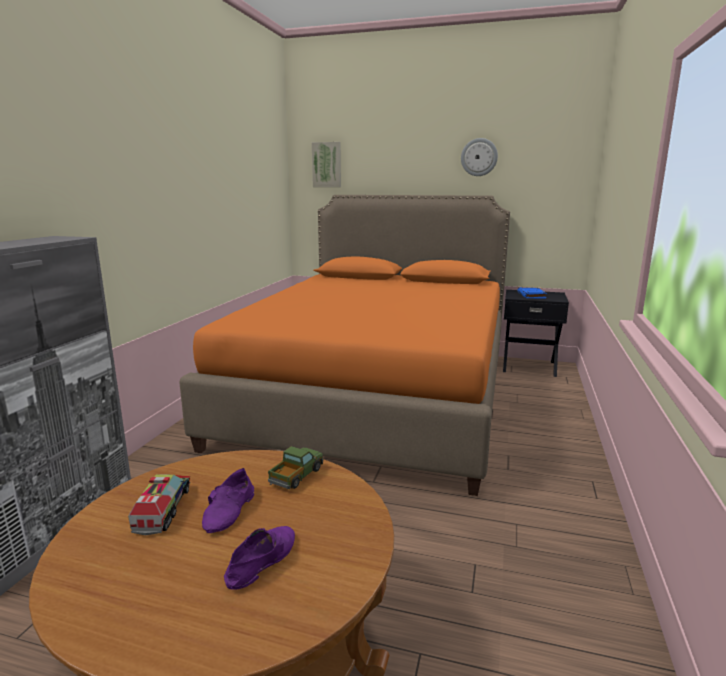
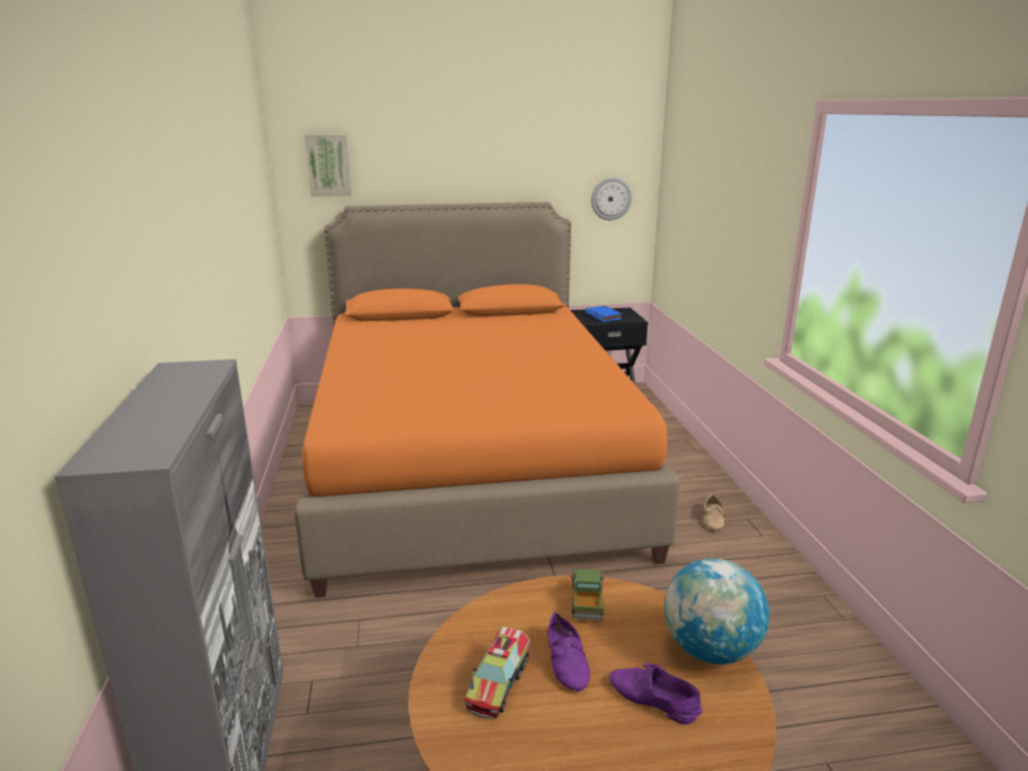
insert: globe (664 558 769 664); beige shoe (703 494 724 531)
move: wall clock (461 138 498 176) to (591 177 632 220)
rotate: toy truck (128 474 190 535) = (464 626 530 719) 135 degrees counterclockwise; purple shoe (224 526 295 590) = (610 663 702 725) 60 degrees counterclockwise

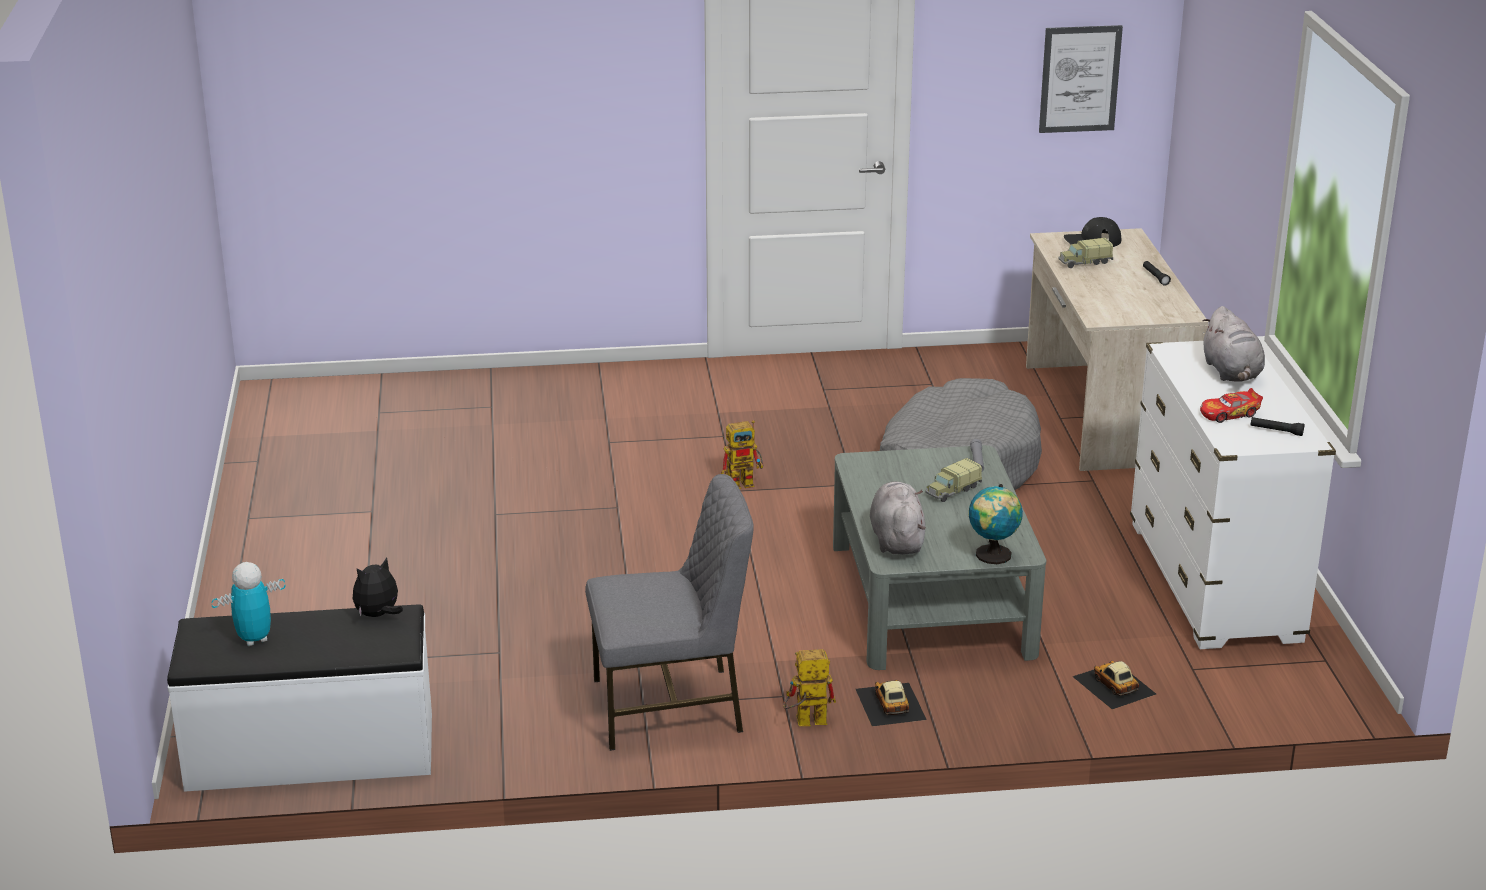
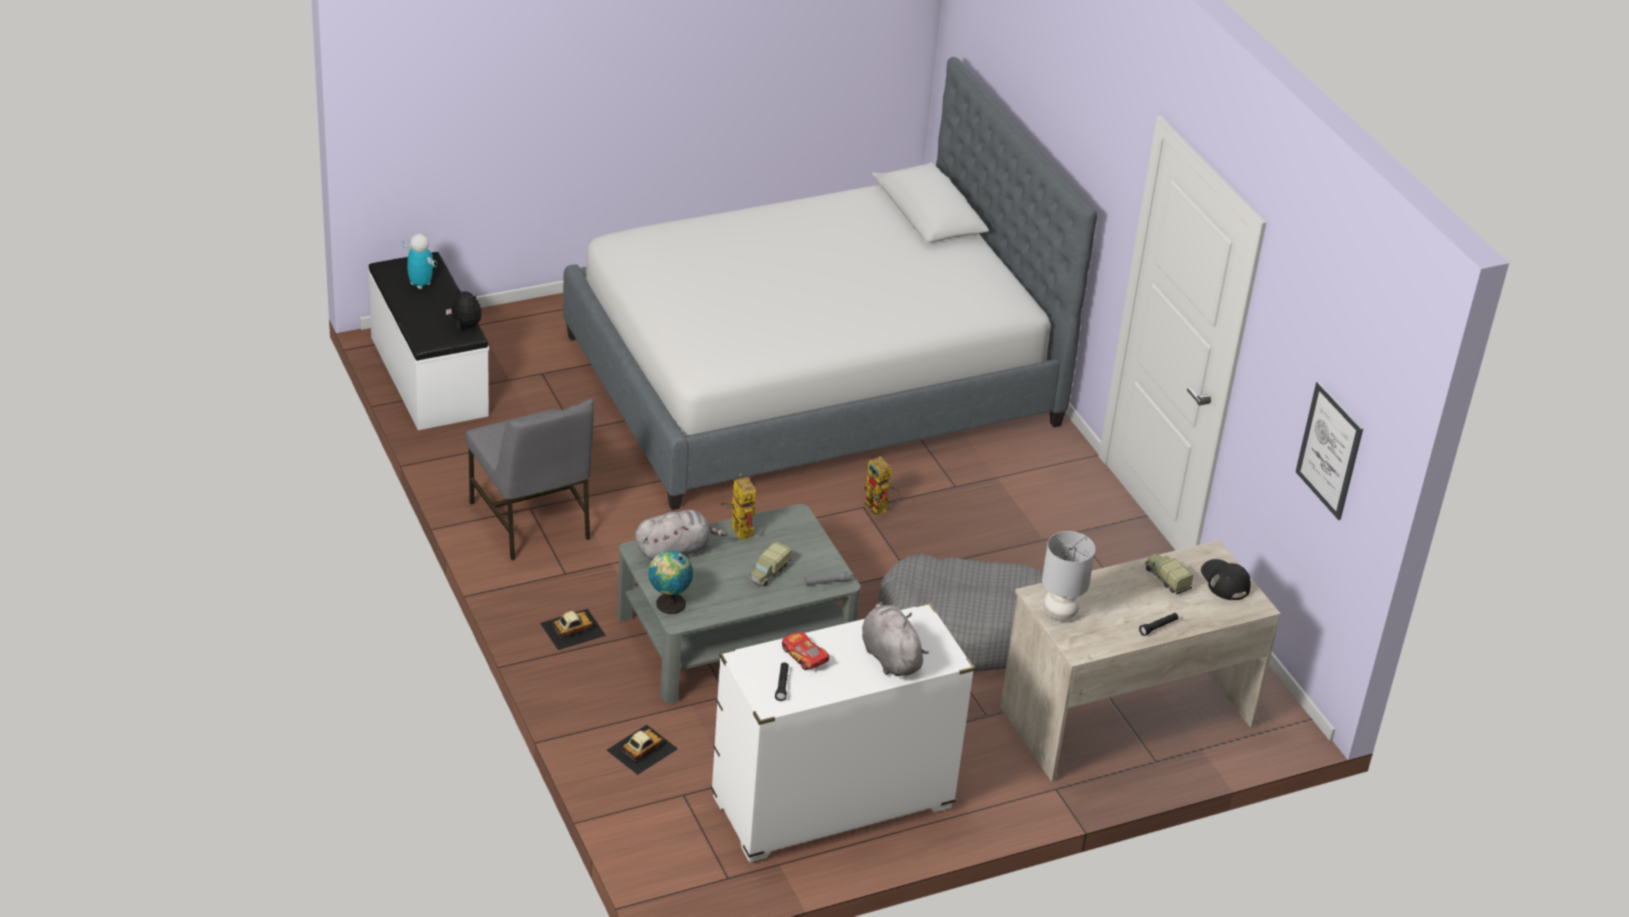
insert: bed (563 57 1097 510); grey table lamp (1042 531 1095 621)
move: toy robot (783 649 836 726) to (720 473 756 540)
rotate: toy truck (925 458 982 502) = (748 542 791 587) 90 degrees counterclockwise; grey plush toy (1202 306 1265 382) = (862 602 929 676) 90 degrees clockwise

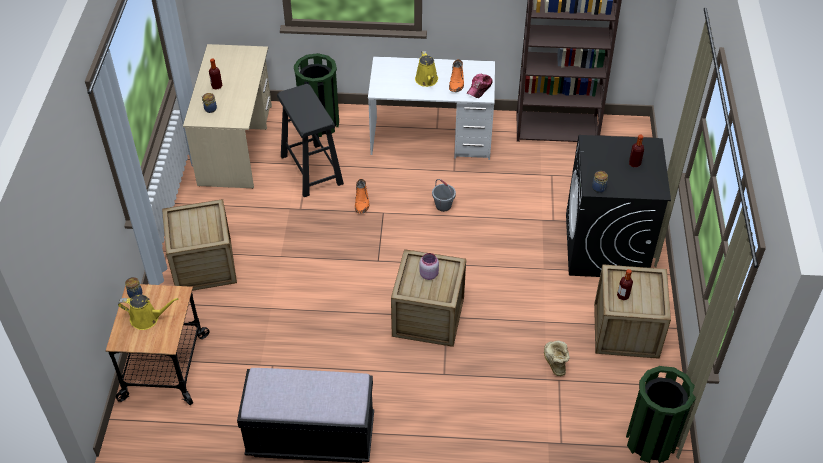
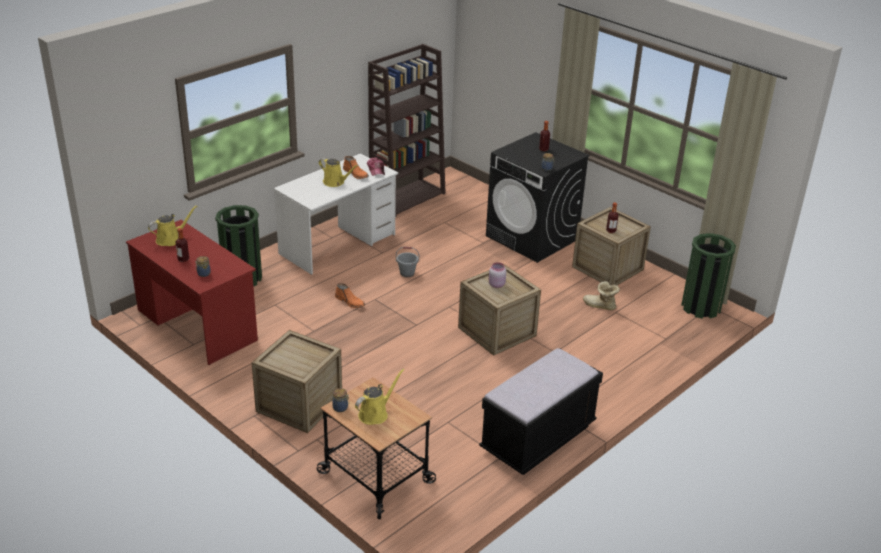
delete: black stool (277 84 344 197)
insert: yellow watering can (148 205 197 246)
recolor: beige desk (183 44 272 189) to red desk (126 220 258 365)

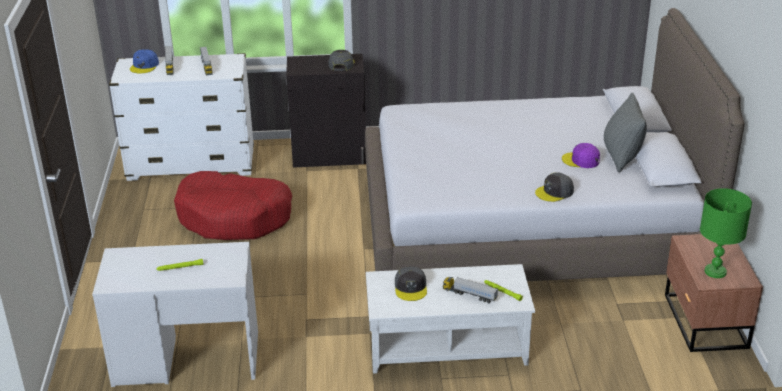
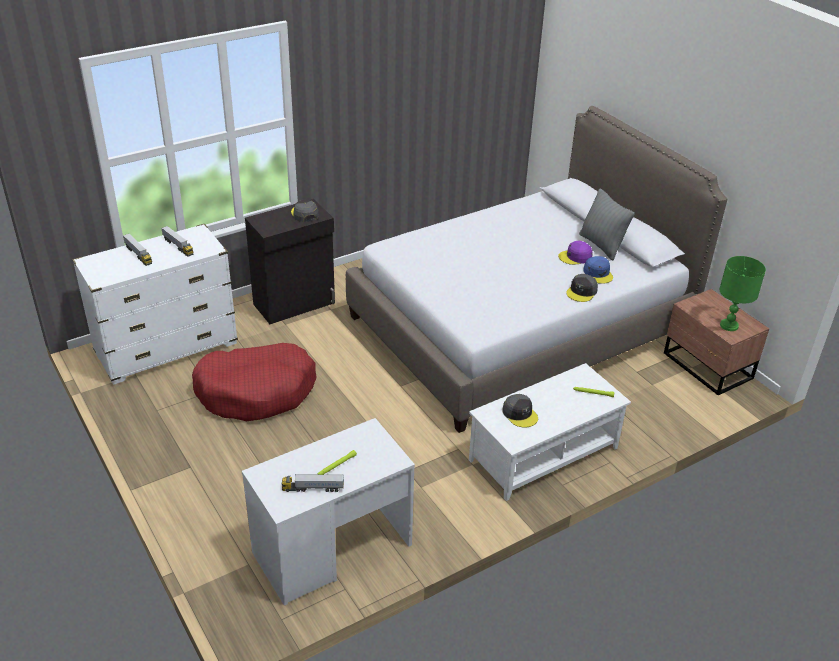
move: blue cap (130 49 159 73) to (583 256 613 284); toy truck (443 277 498 303) to (282 474 344 492)

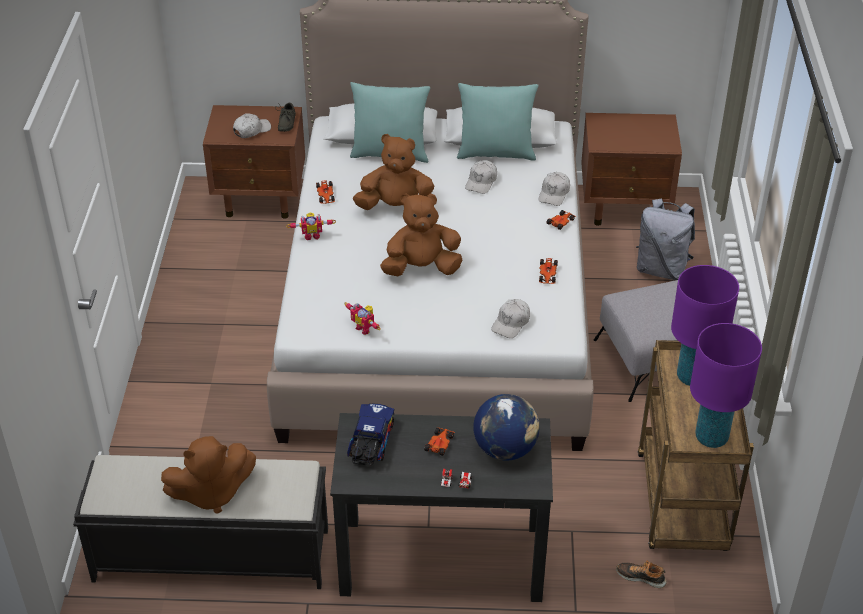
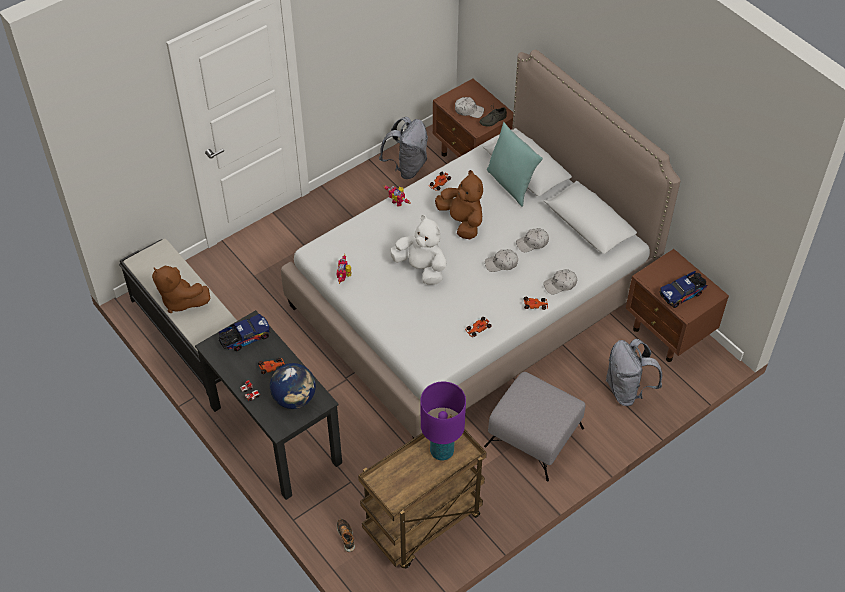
delete: turquoise pillow (457 83 538 161); purple table lamp (690 323 762 448)
insert: grey backpack (379 117 428 179); toy truck (660 271 707 308)
move: white cap (491 299 530 338) to (485 249 518 272)
recolor: brown plush toy (380 193 462 276) to white plush toy (390 215 446 285)

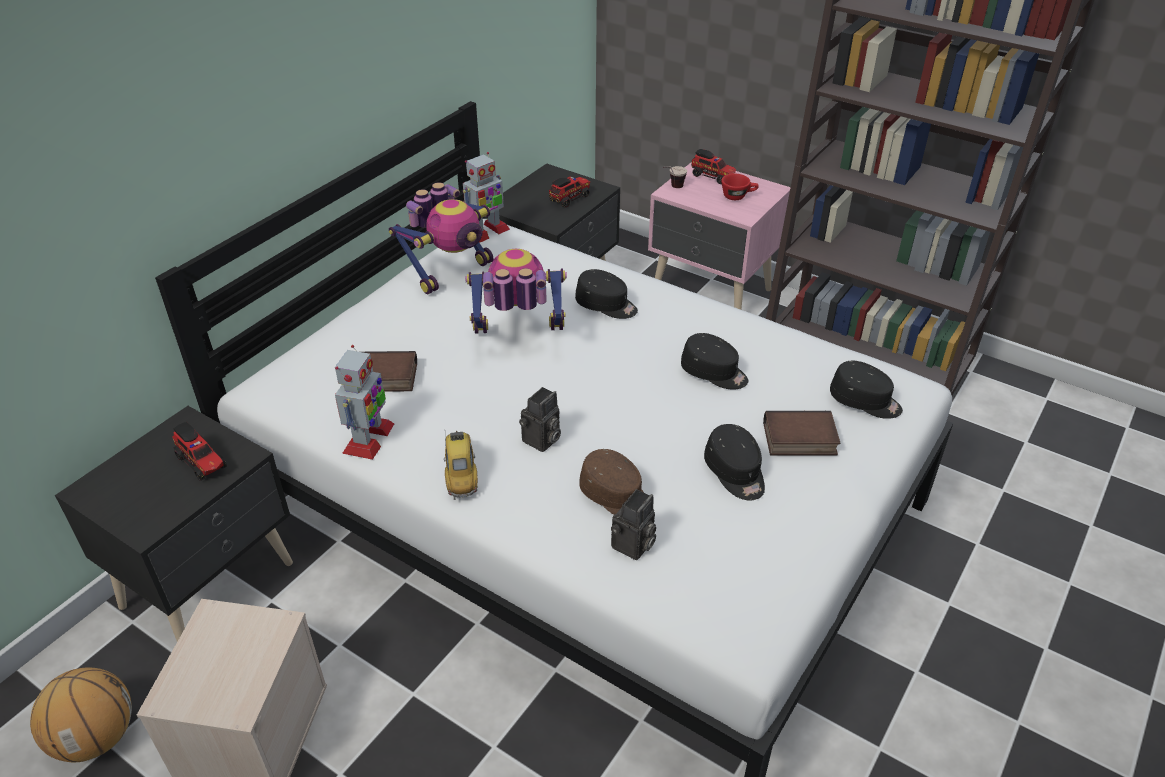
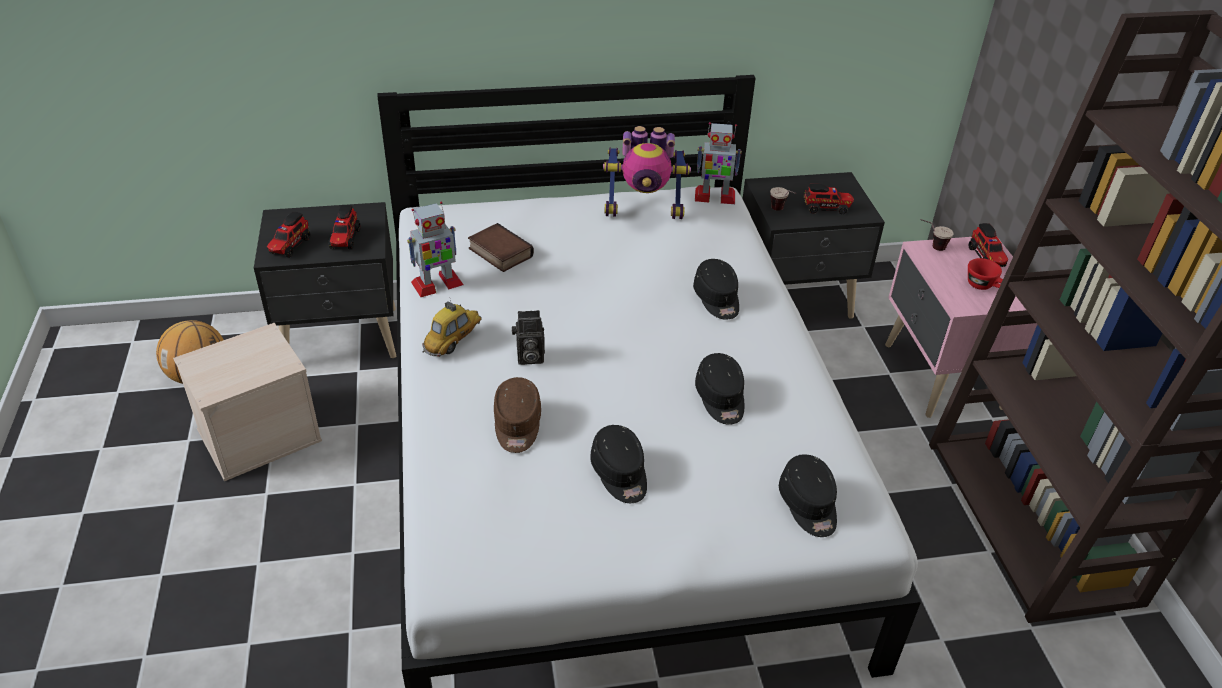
delete: toy robot (465 249 567 334); photo camera (611 489 656 560); book (763 411 840 455)
insert: toy truck (267 212 311 258); cup (770 187 796 211)
rotate: black cap (704 424 765 501) = (590 425 647 503) 45 degrees counterclockwise

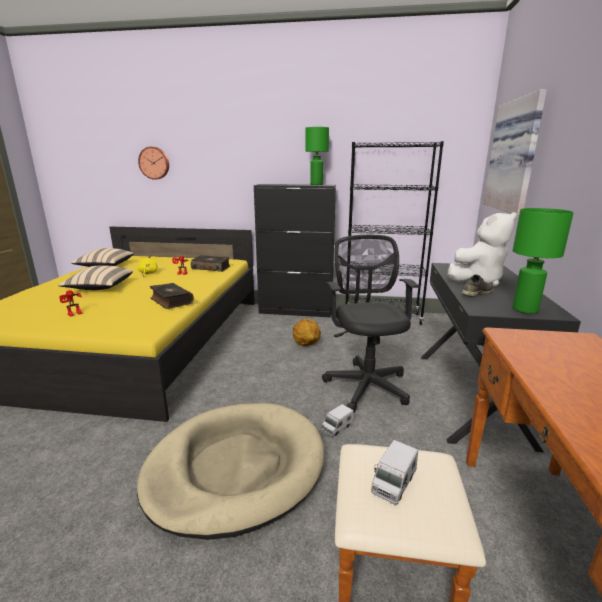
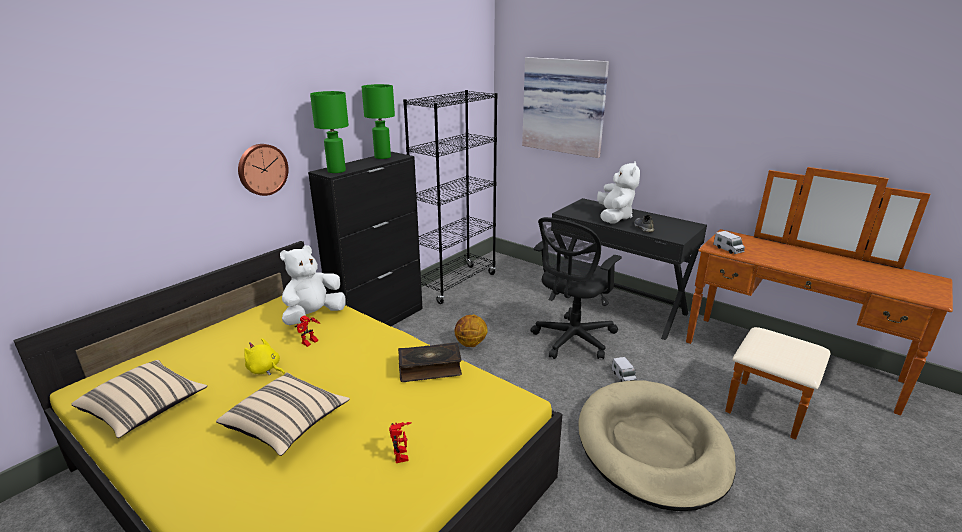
move: wall clock (138 147 169 180) to (238 144 289 196); toy truck (371 440 418 505) to (713 231 745 254); green table lamp (512 208 574 314) to (310 91 349 173)
replace: book (191 255 230 272) to white plush toy (280 245 346 325)
rotate: black office chair (322 235 420 414) = (530 217 622 359) 75 degrees counterclockwise

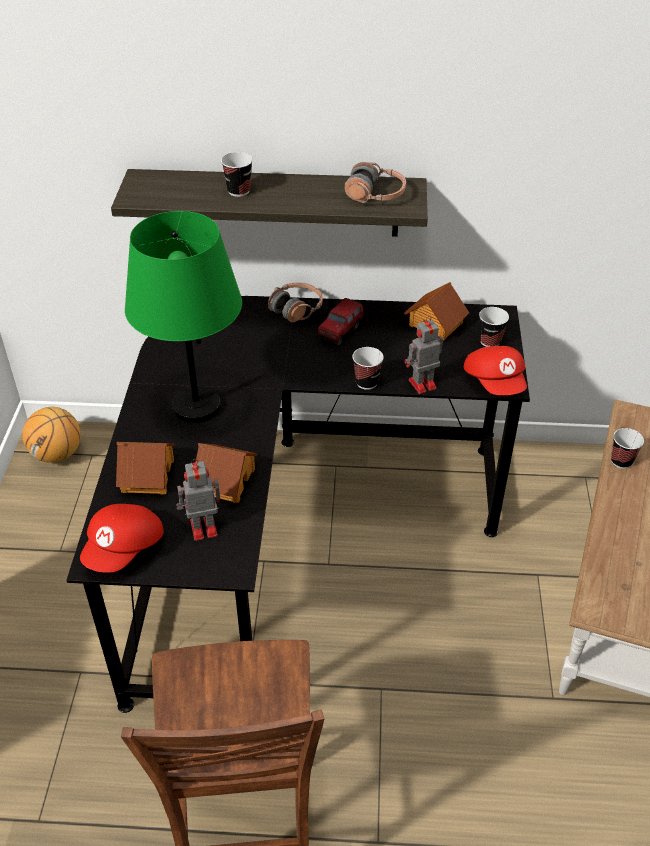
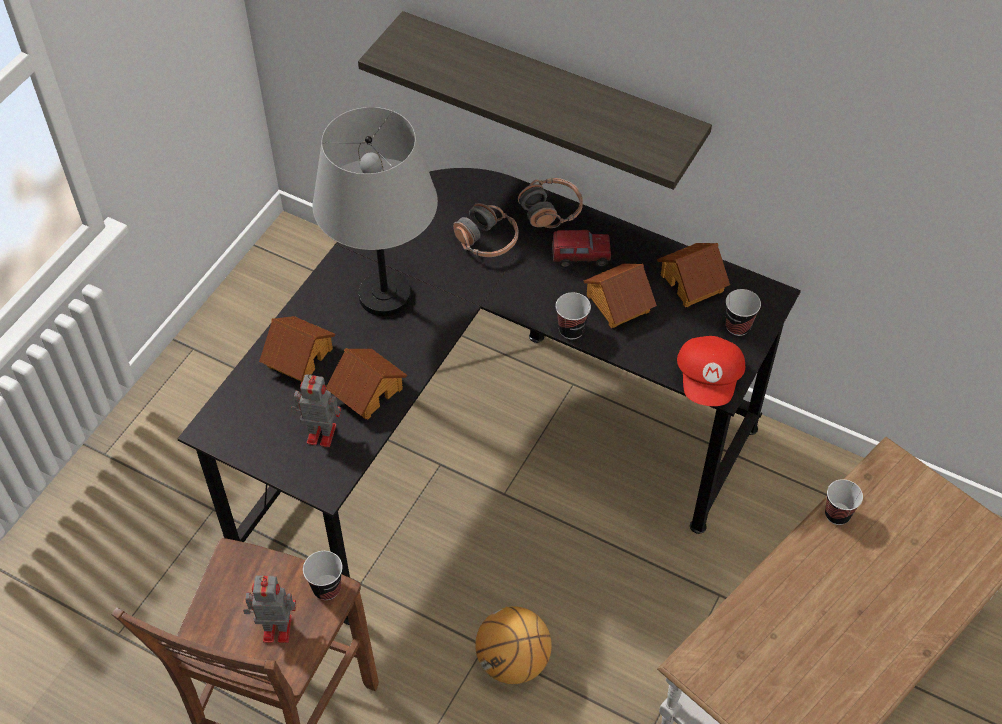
delete: red cap (80 504 164 573)
insert: toy house (584 263 657 328)
move: basketball (22 407 81 463) to (475 606 552 684); cup (221 152 253 197) to (303 551 342 600); headphones (344 162 406 203) to (453 203 518 257); toy robot (405 316 443 394) to (243 575 296 643)
recolor: green table lamp (125 211 242 423) to grey table lamp (313 107 438 316)
rotate: toy truck (318 298 364 346) = (552 230 611 268) 150 degrees counterclockwise

